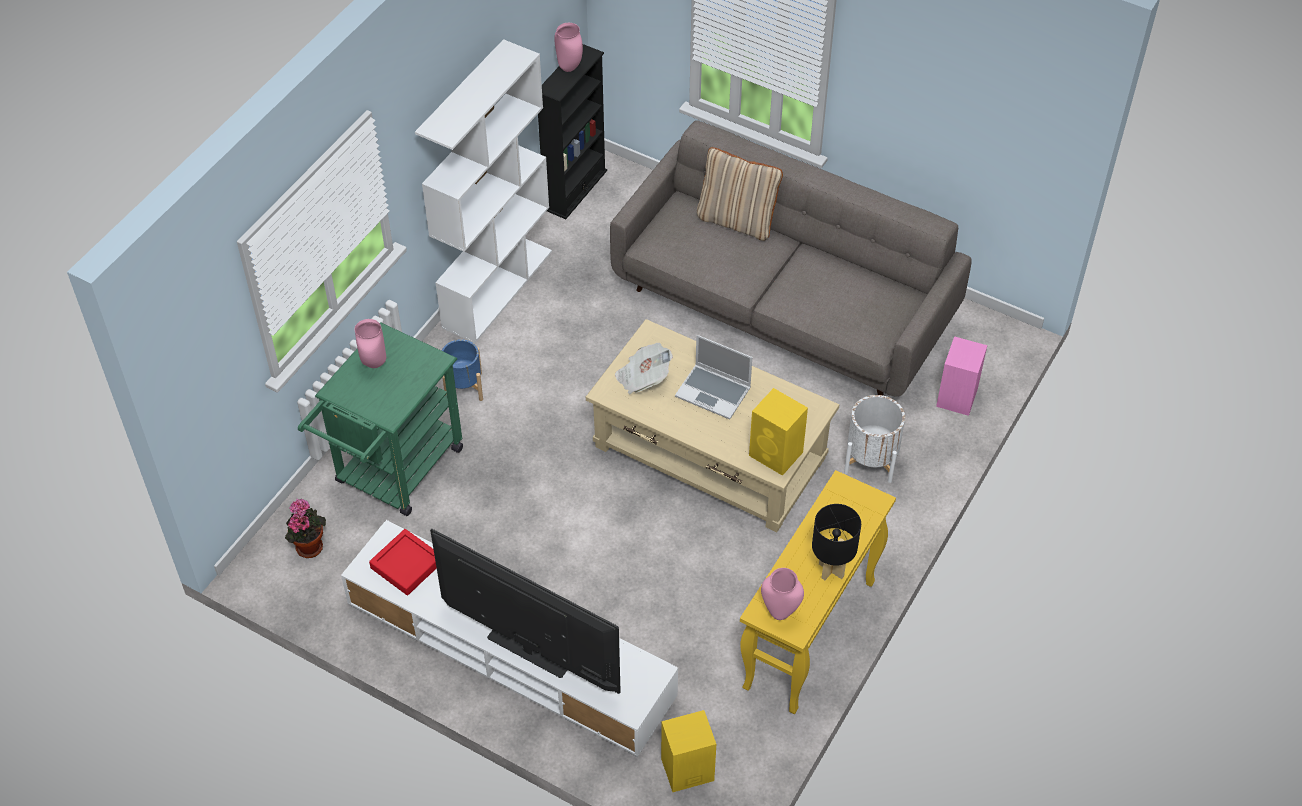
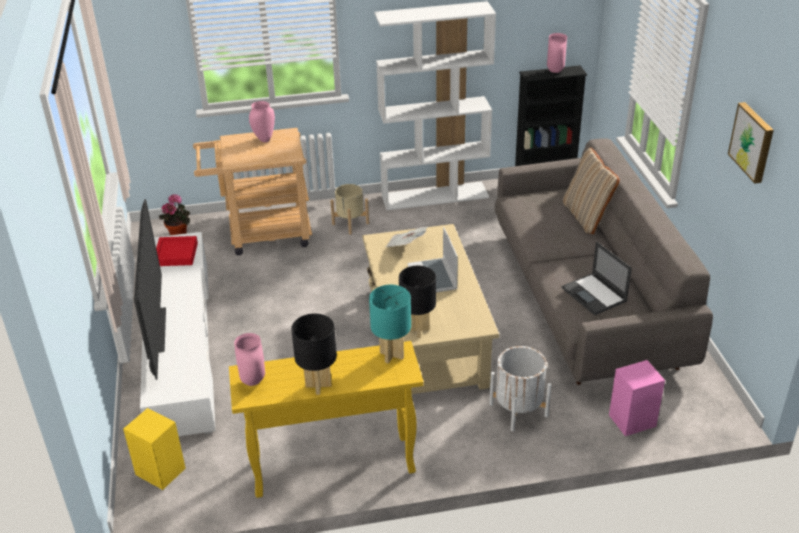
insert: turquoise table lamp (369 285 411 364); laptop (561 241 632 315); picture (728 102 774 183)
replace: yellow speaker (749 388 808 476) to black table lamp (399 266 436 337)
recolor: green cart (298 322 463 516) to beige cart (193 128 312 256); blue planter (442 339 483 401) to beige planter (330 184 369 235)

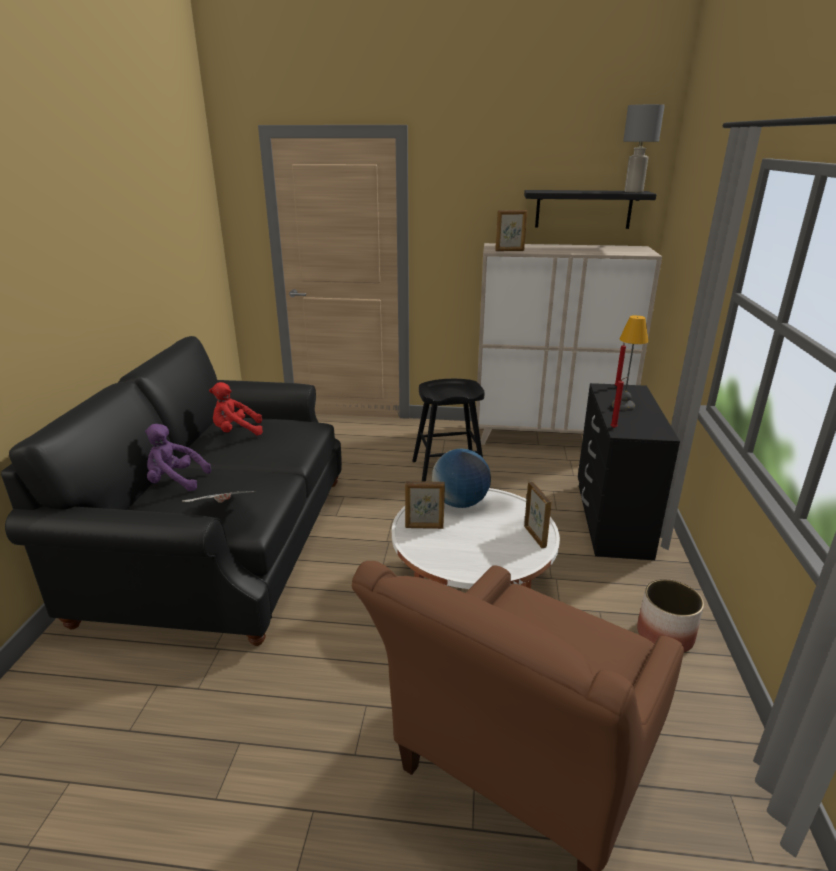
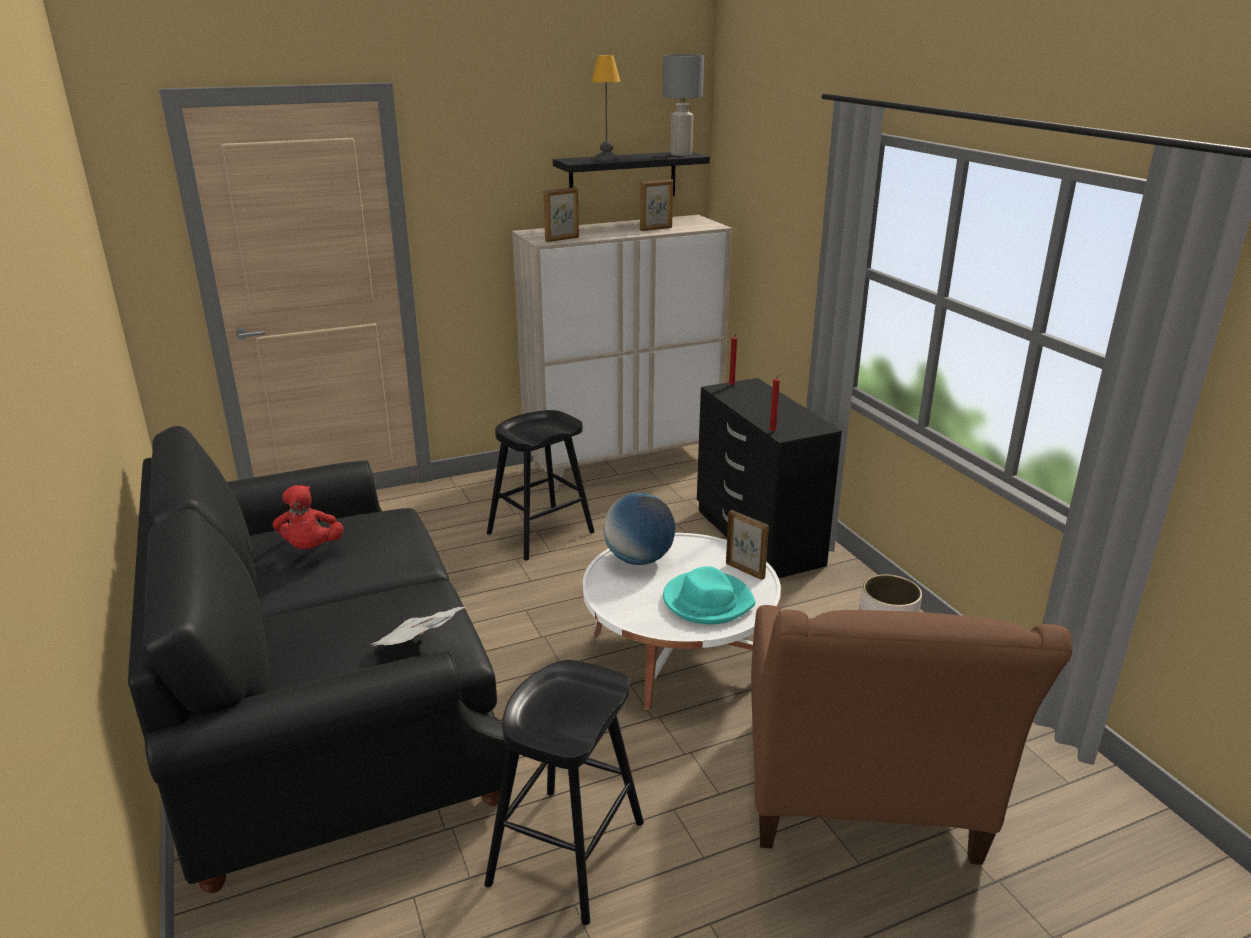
delete: purple plush toy (145 424 211 491)
insert: black stool (484 660 644 925); turquoise hat (663 566 756 624)
move: picture frame (405 481 445 529) to (640 179 673 231); table lamp (612 315 649 411) to (592 55 620 161)
rotate: red plush toy (209 382 263 435) = (272 485 344 549) 60 degrees counterclockwise

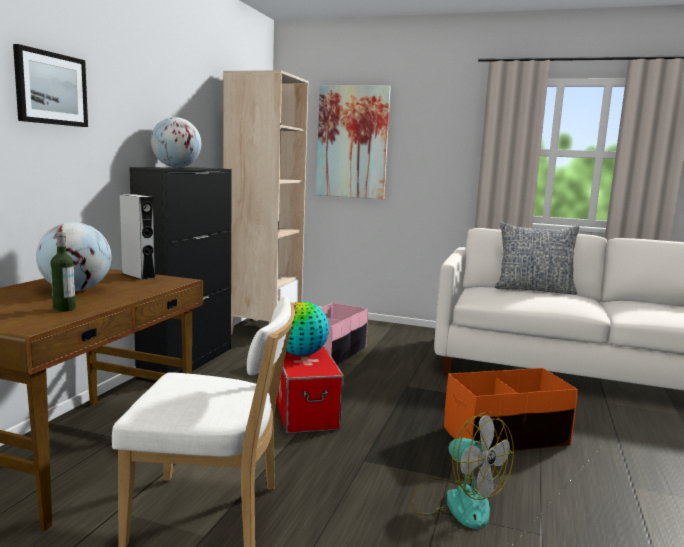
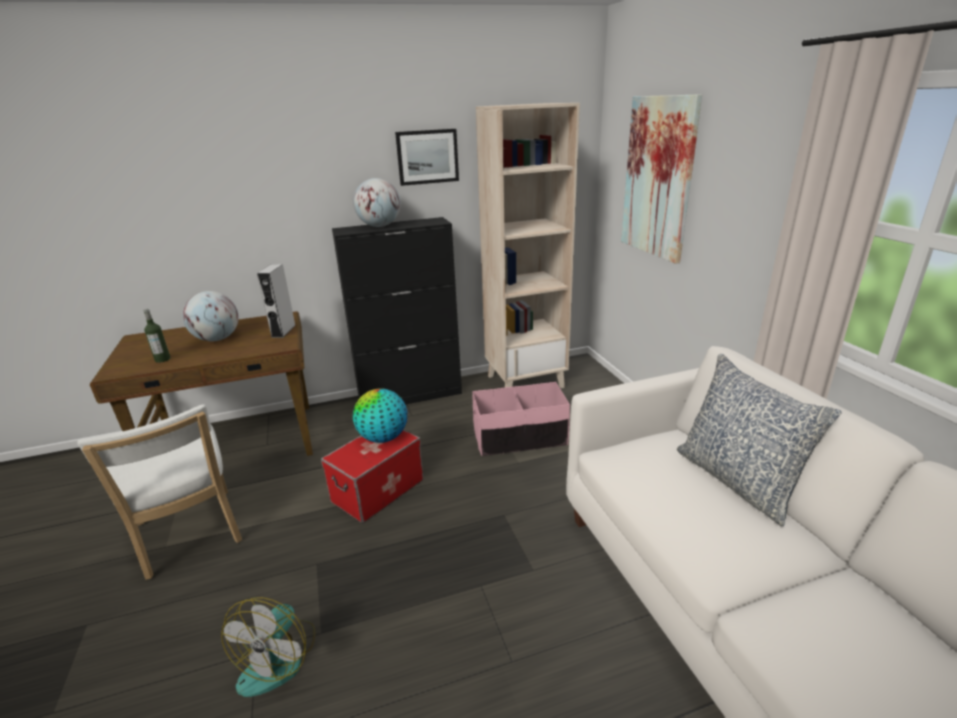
delete: orange storage box (444 368 578 451)
move: picture (13 44 88 127) to (395 129 459 186)

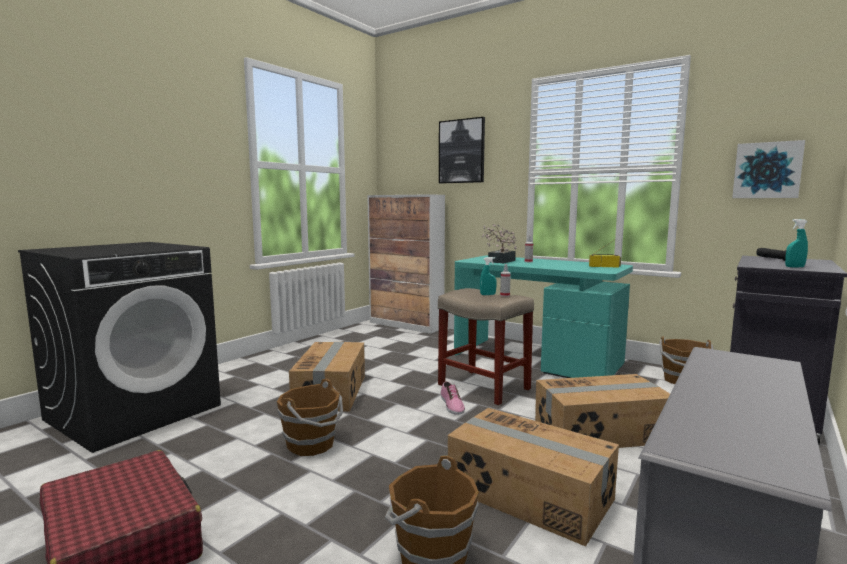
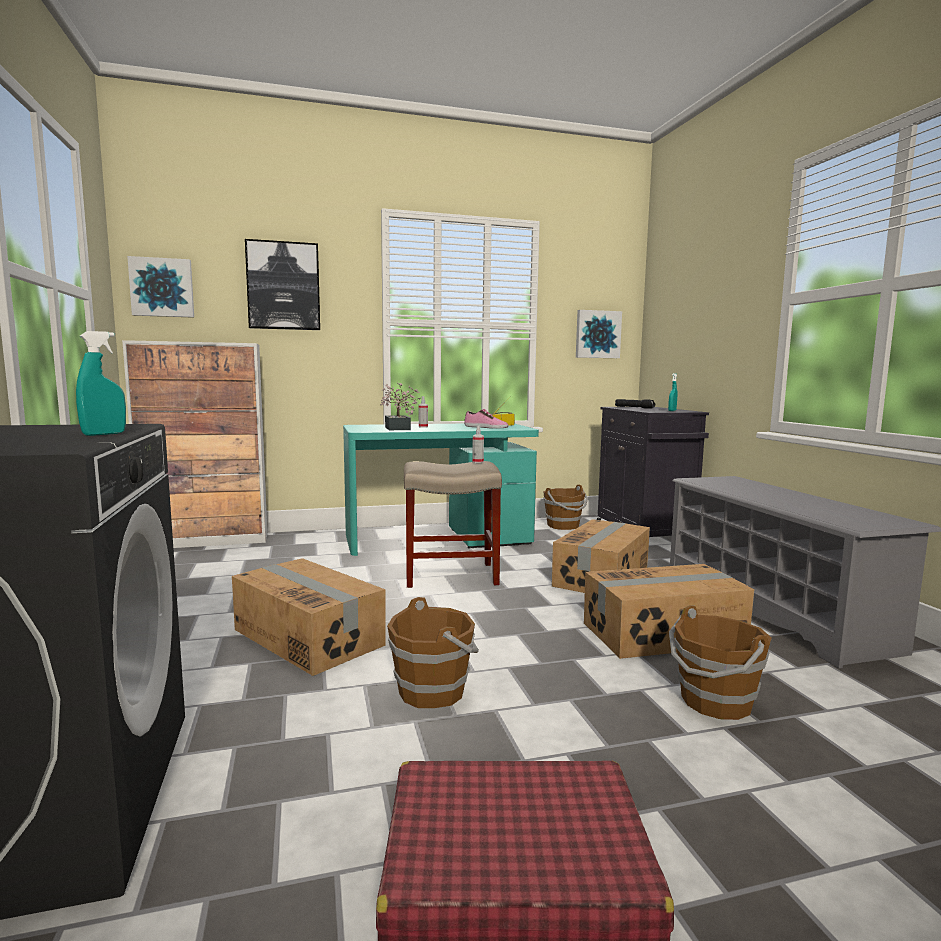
insert: picture (127 256 194 318)
move: shoe (441 381 465 415) to (464 409 509 429); turquoise spray bottle (480 257 497 295) to (76 331 126 436)

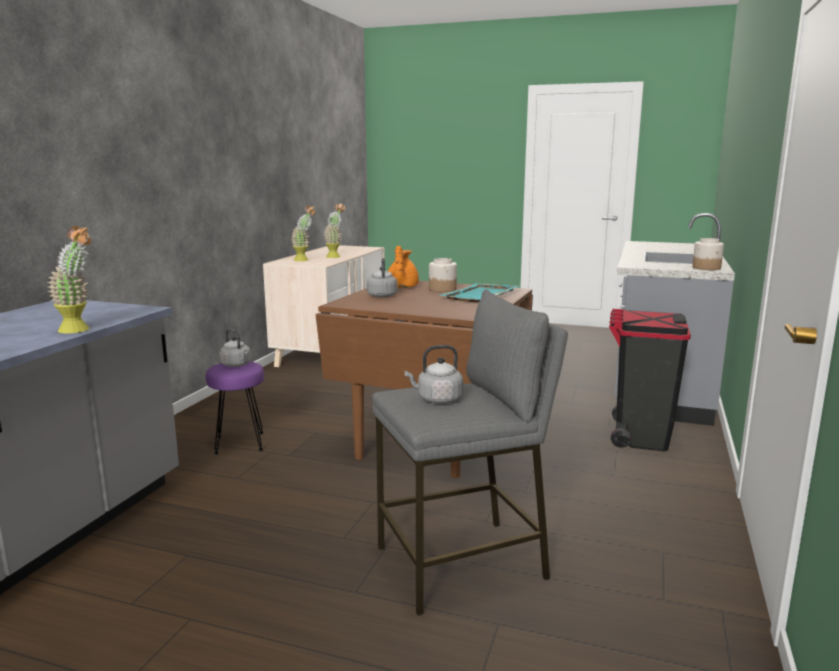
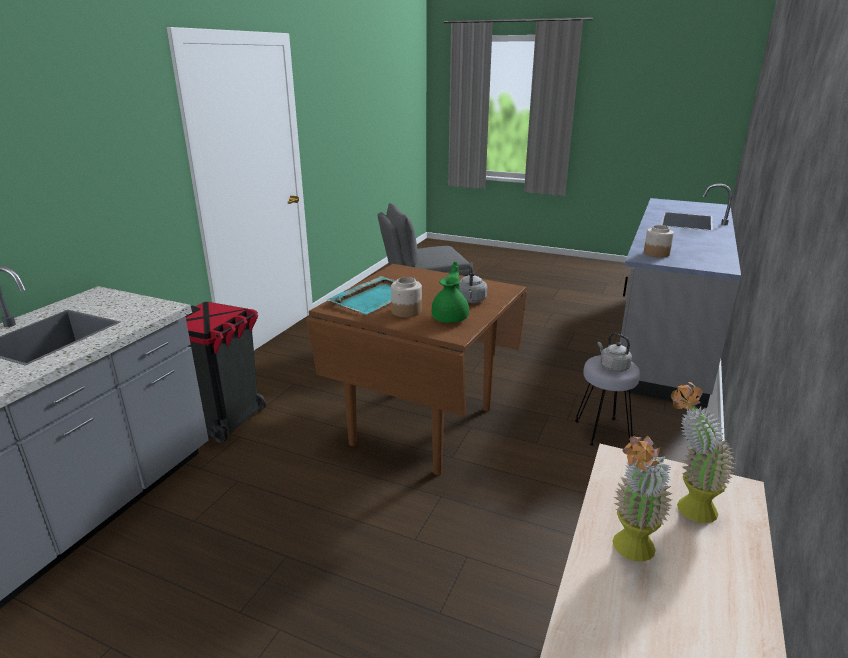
delete: potted plant (48 226 91 334); grey kettle (405 345 463 403)
move: jar (692 238 724 270) to (644 225 674 258)
recolor: purple stool (206 361 264 454) to grey stool (575 355 640 446); orange teapot (388 246 419 288) to green teapot (432 262 469 323)

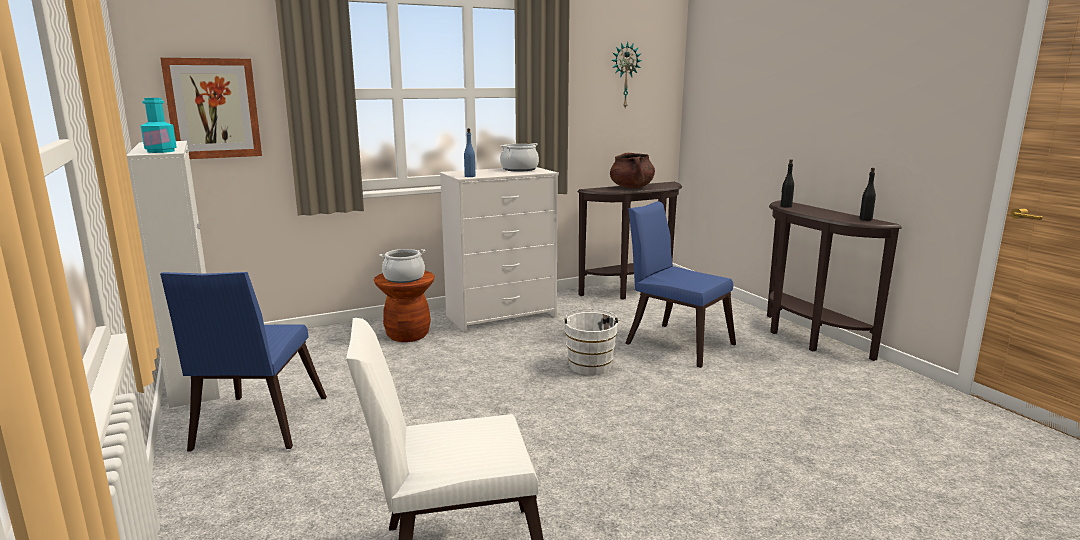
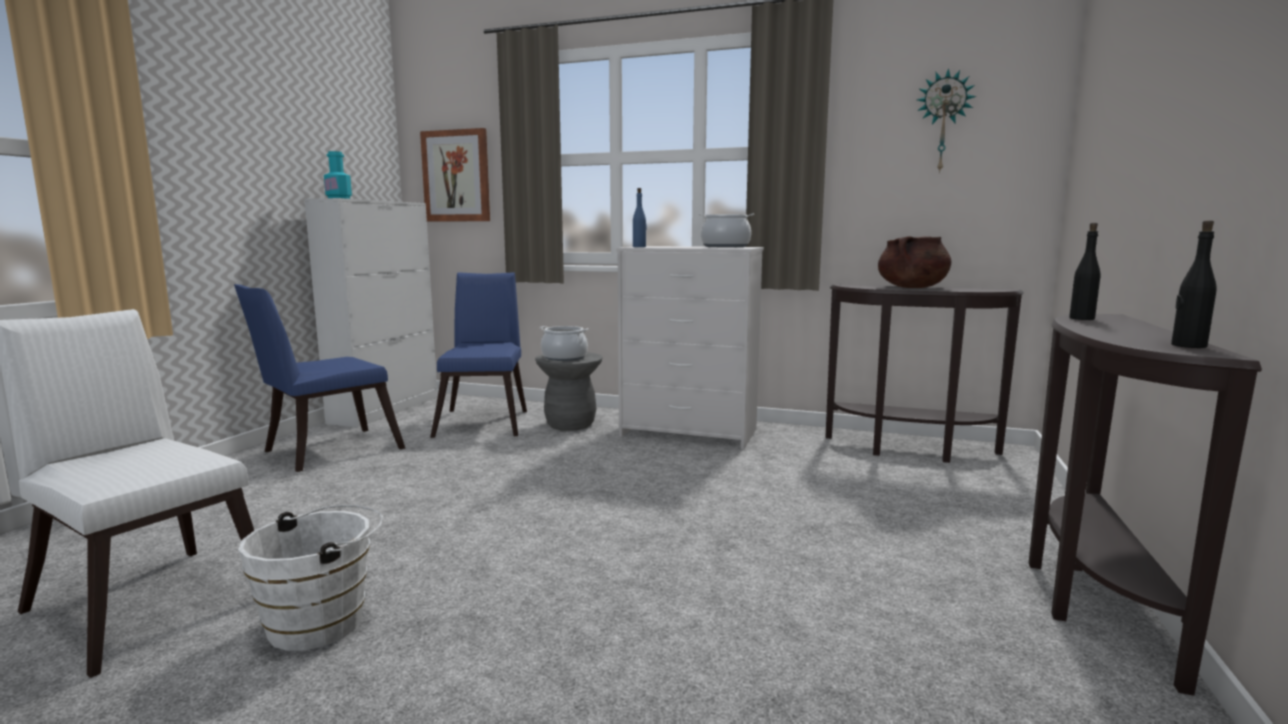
move: white bucket (562 309 621 375) to (238 505 383 651); blue chair (625 201 736 368) to (430 272 527 438)
recolor: brown stool (374 271 435 342) to grey stool (535 352 603 431)

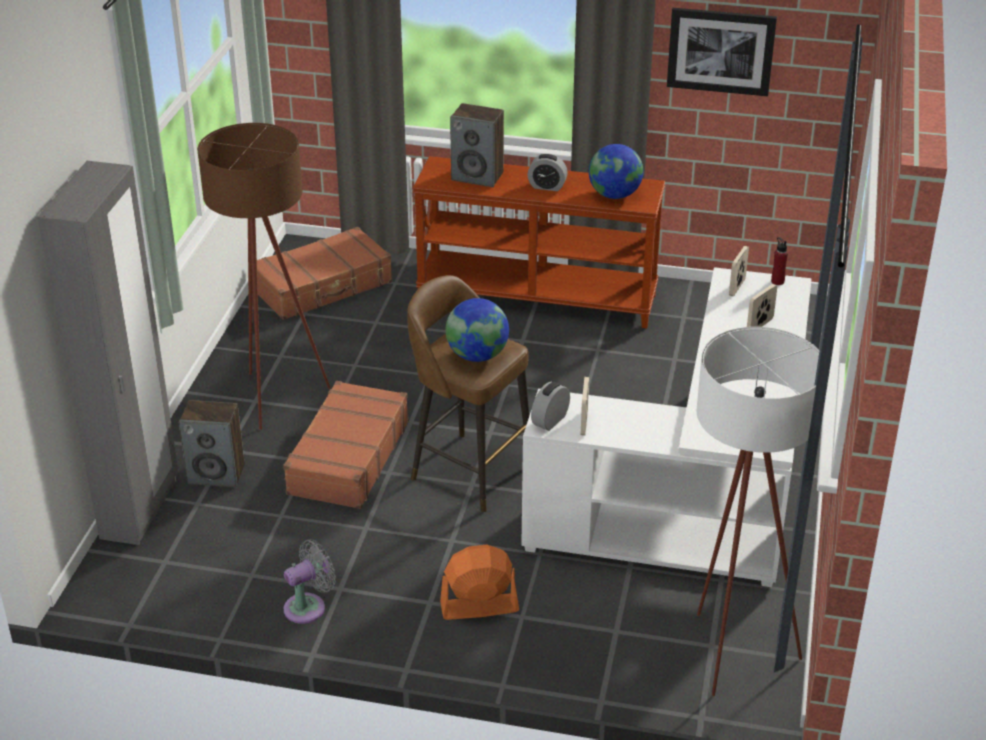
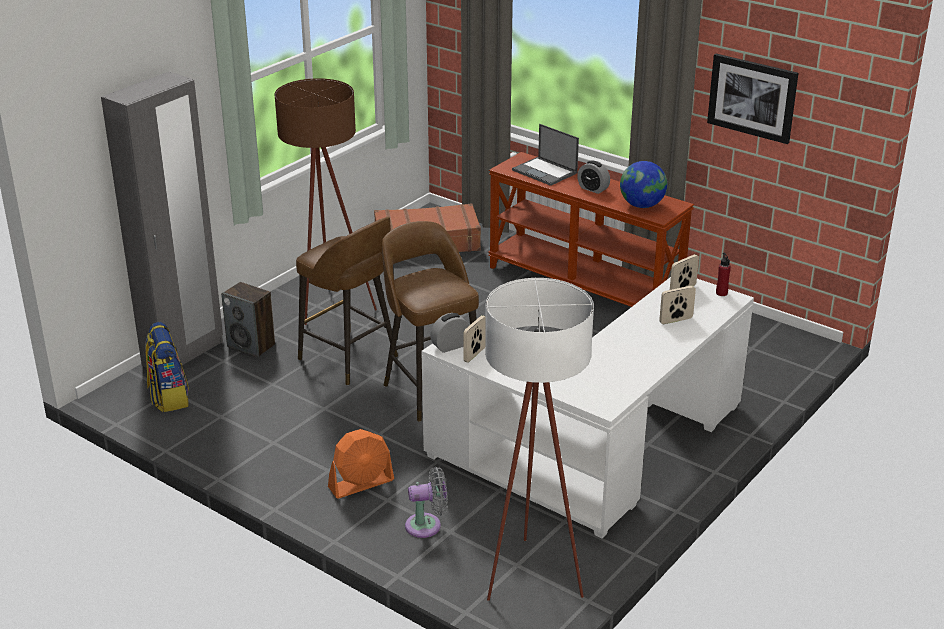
delete: globe (446 298 509 362)
insert: backpack (145 322 189 412)
move: grey fan (284 539 336 624) to (405 467 448 538)
replace: brown suitcase (283 381 409 509) to brown stool (296 217 398 385); speaker (450 103 504 187) to laptop (512 124 579 186)
rotate: orange fan (440 545 519 620) = (328 429 394 499) 135 degrees clockwise

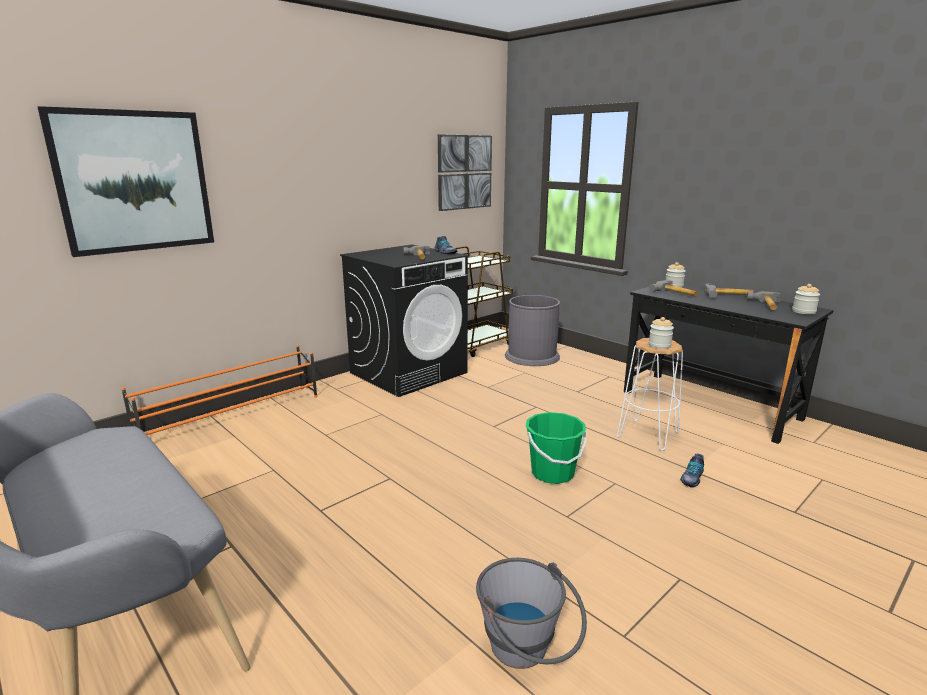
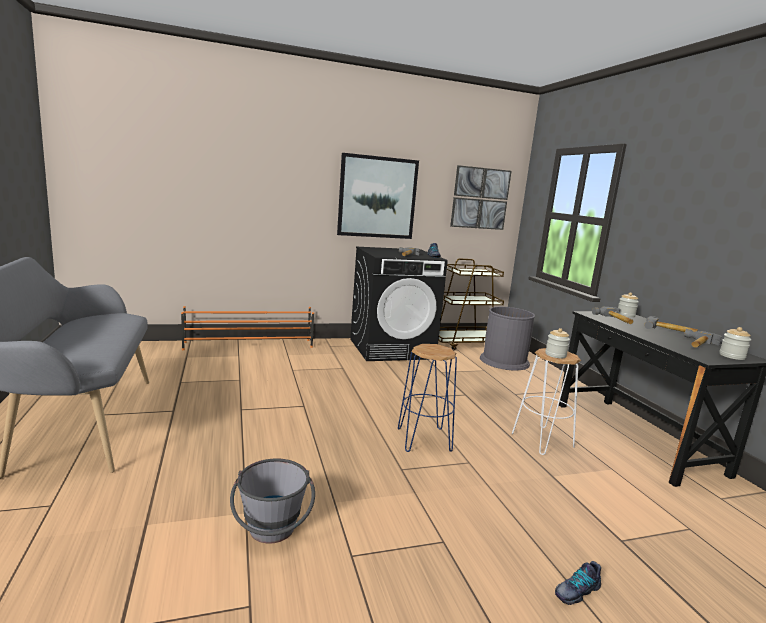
move: picture (38 106 214 257) to (337 153 419 239); shoe (680 454 704 487) to (555 561 601 605)
replace: green bucket (526 412 586 484) to blue stool (398 344 457 452)

